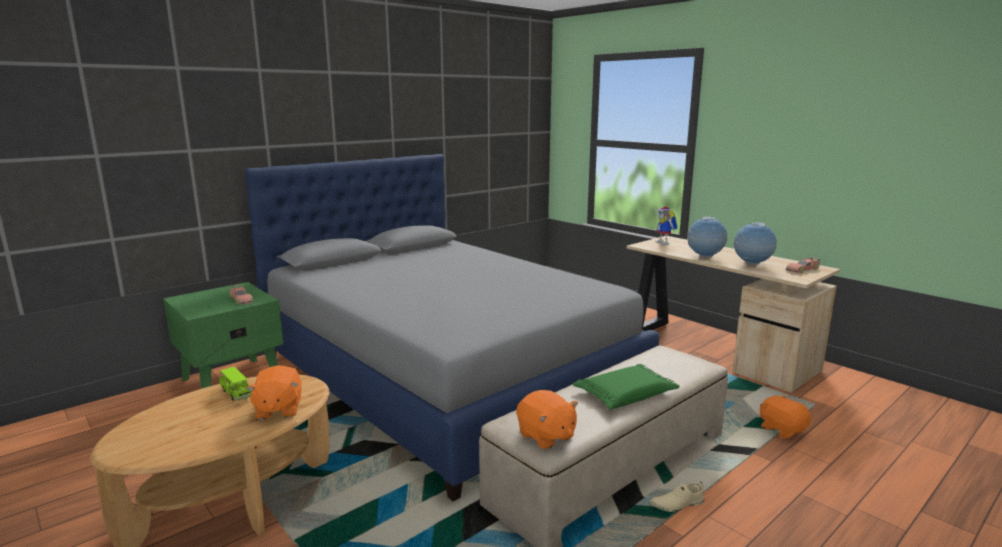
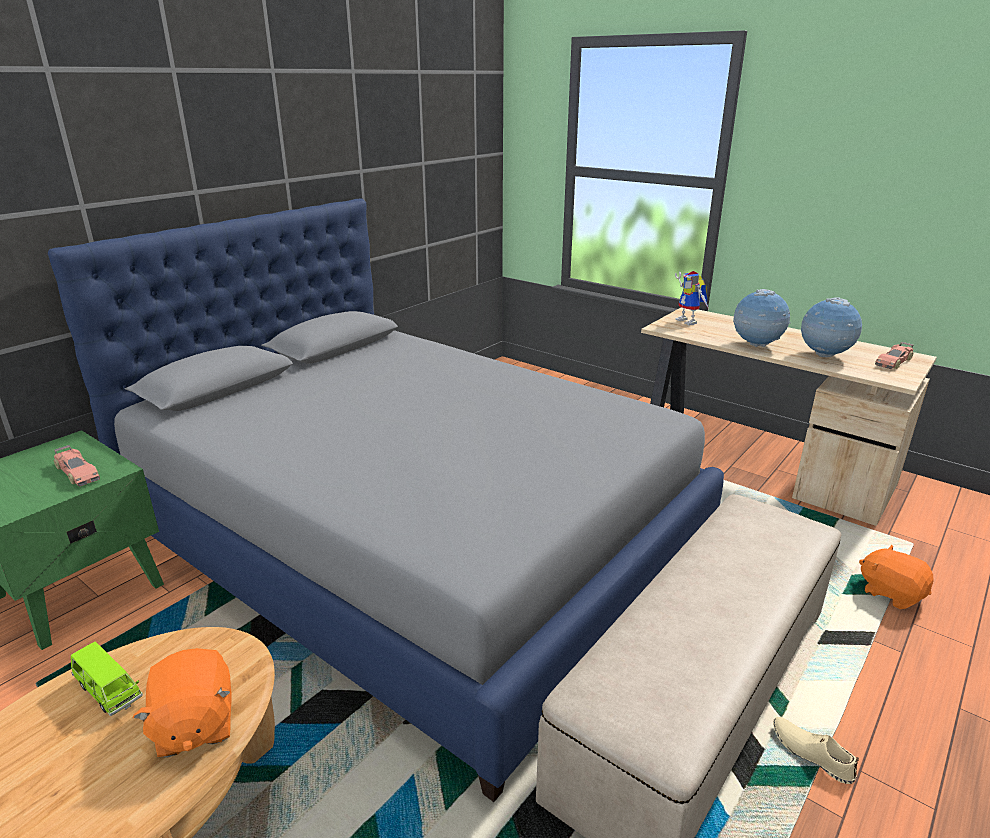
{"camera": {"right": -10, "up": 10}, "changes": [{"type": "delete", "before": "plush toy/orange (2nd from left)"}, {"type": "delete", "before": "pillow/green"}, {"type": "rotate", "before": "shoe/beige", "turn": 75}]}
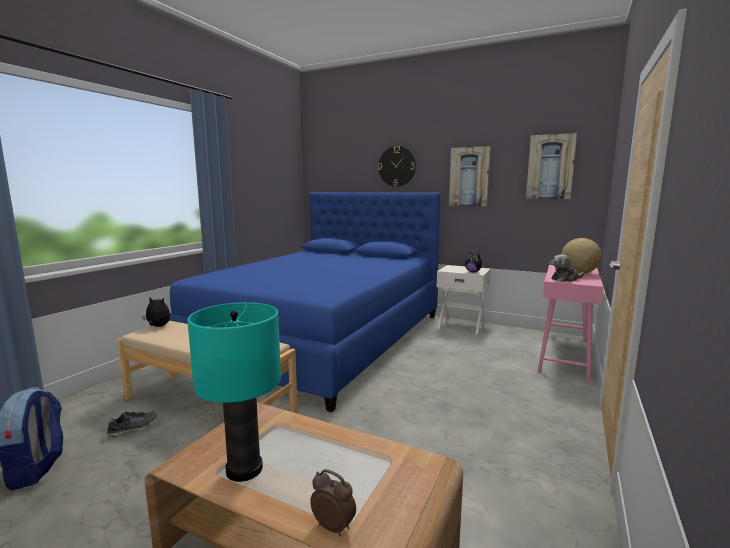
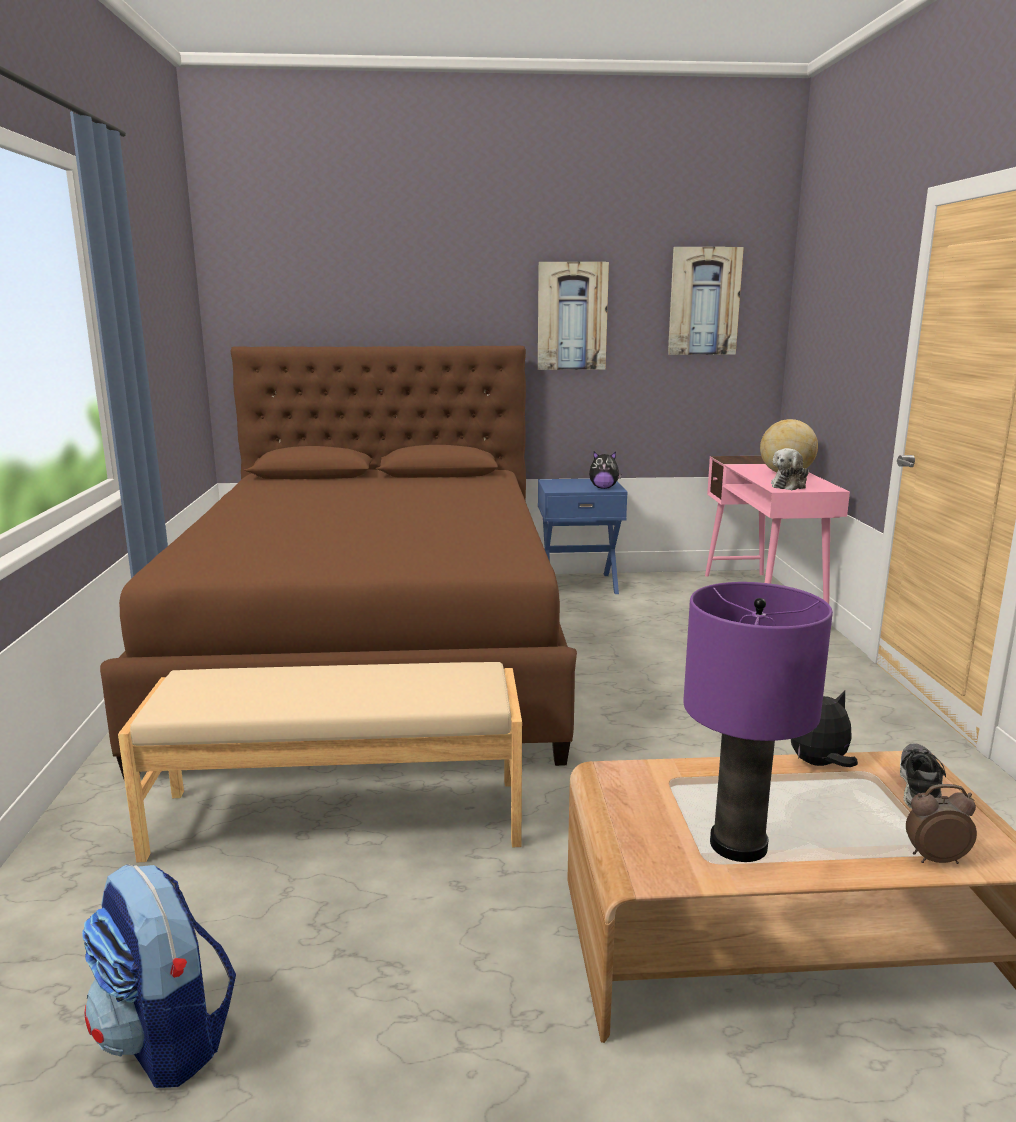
{"camera": {"right": -30, "up": 5}, "changes": [{"type": "delete", "before": "wall clock"}, {"type": "move", "before": "shoe"}, {"type": "move", "before": "plush toy (1st from left in the first image)", "after": "plush toy (3rd from left)"}, {"type": "recolor", "before": "bed/blue", "after": "bed/brown"}, {"type": "recolor", "before": "table lamp/turquoise", "after": "table lamp/purple"}, {"type": "recolor", "before": "nightstand/white", "after": "nightstand/blue"}]}
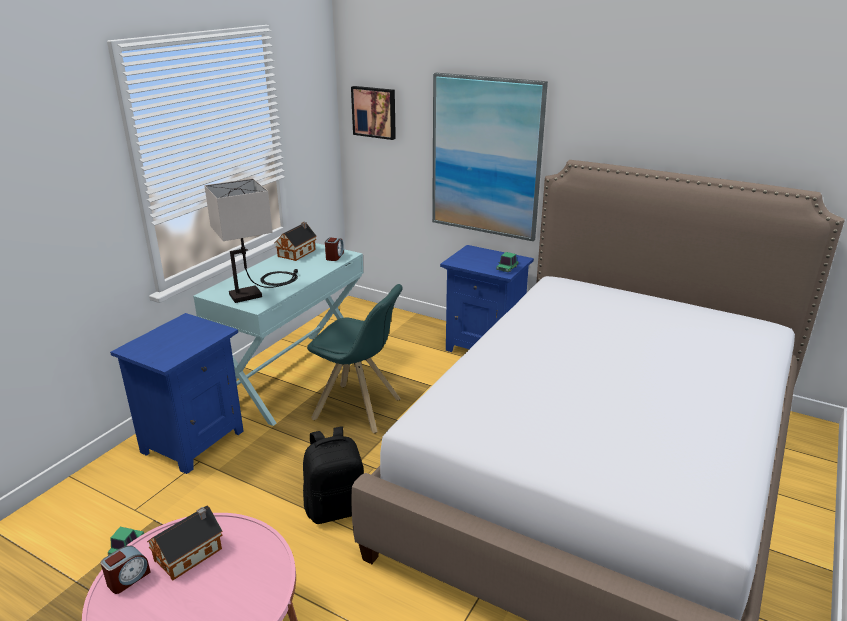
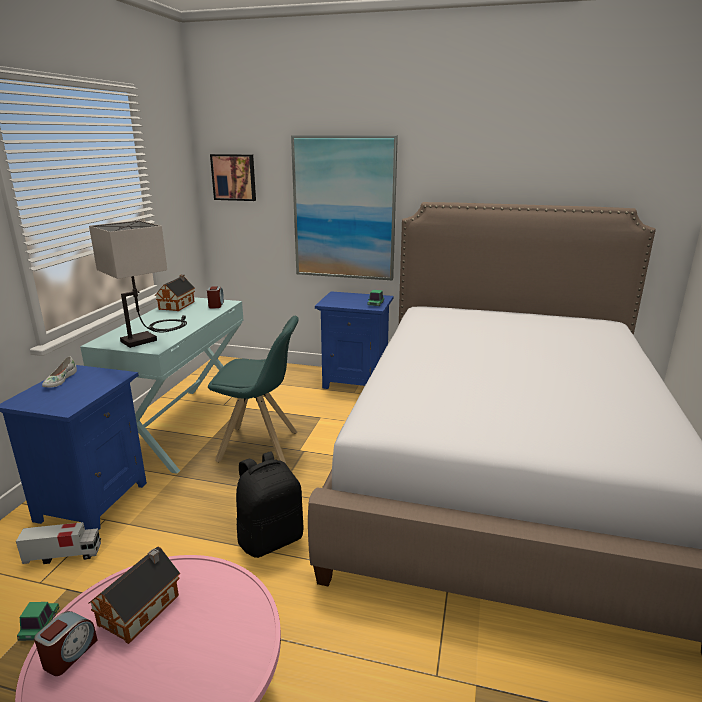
{"camera": {"right": -15, "up": -5}, "changes": [{"type": "insert", "after": "toy truck"}, {"type": "insert", "after": "shoe/white"}]}
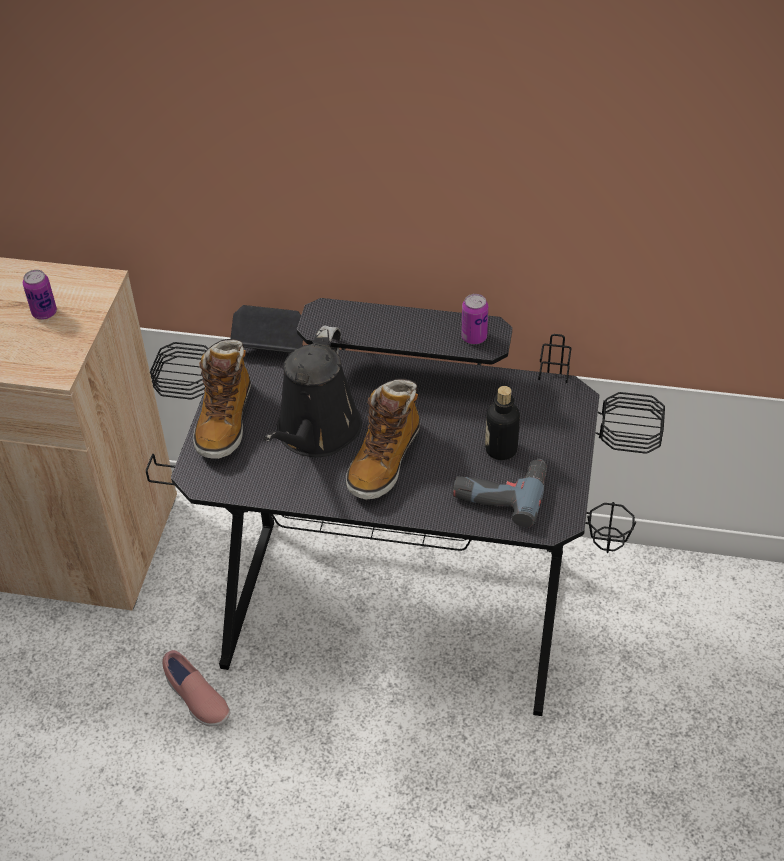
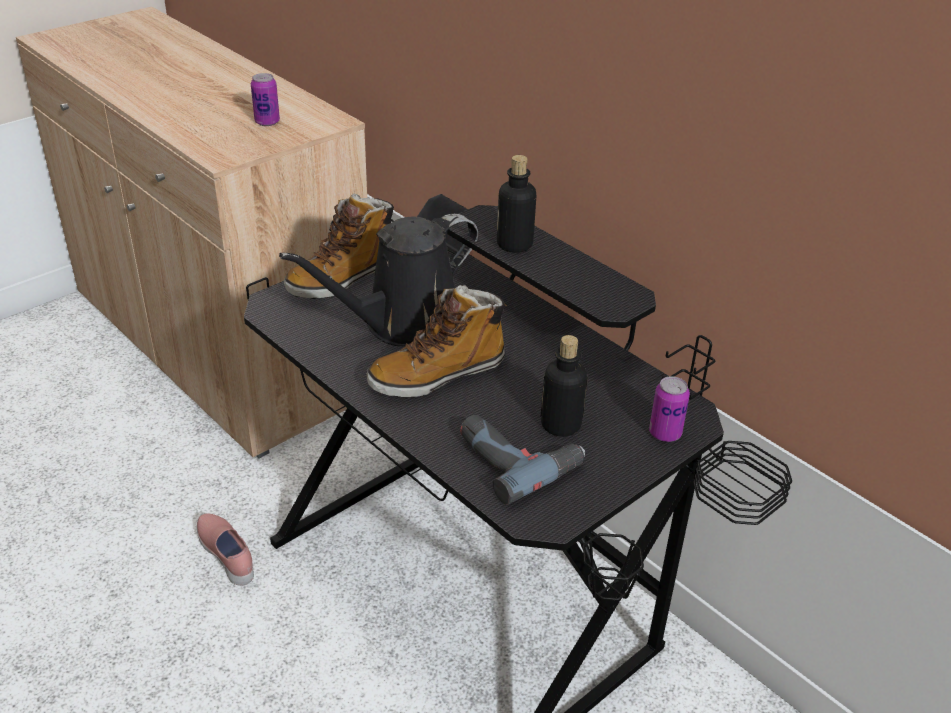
{"camera": {"right": 35, "up": -10}, "changes": [{"type": "insert", "after": "bottle (1st from left)"}, {"type": "move", "before": "can (2nd from left)"}, {"type": "rotate", "before": "shoe/pink", "turn": 150}]}
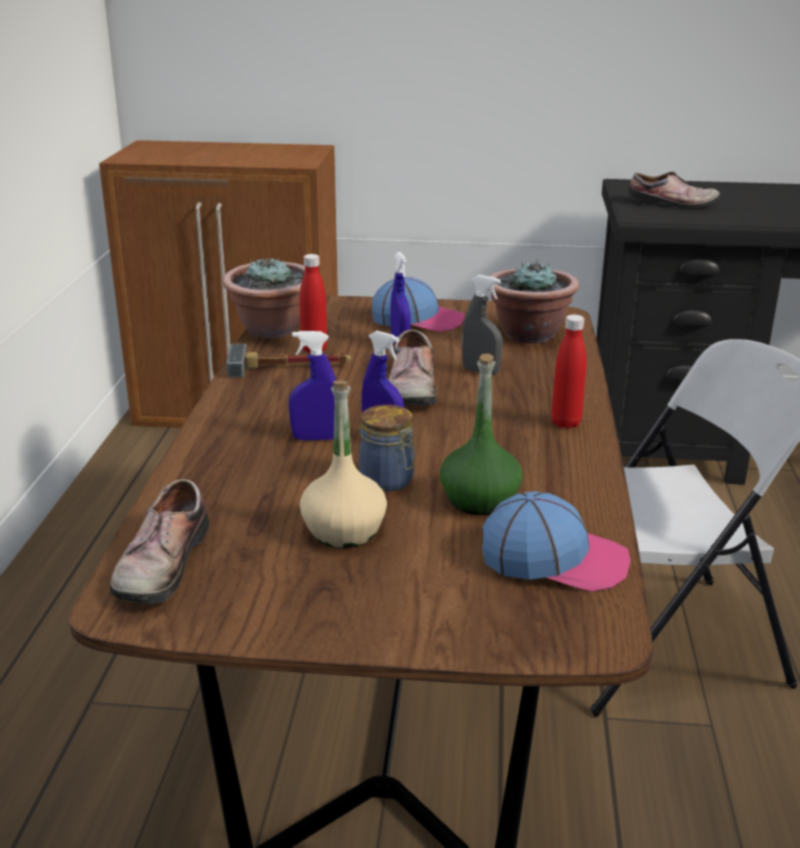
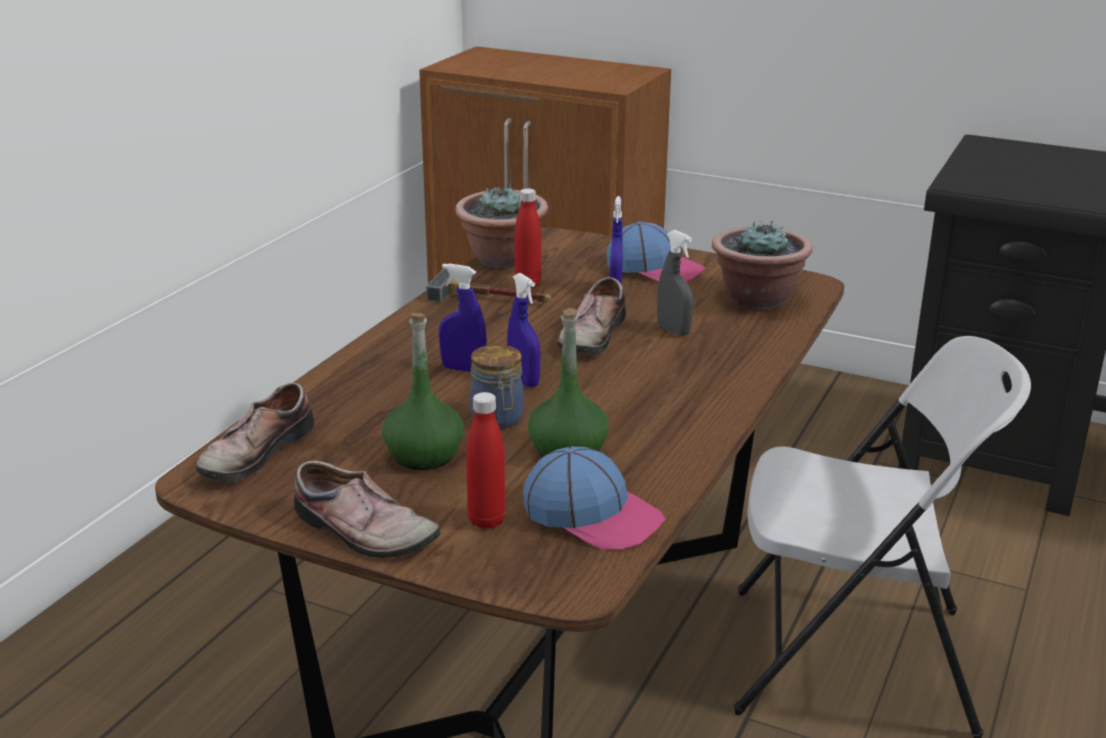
{"camera": {"right": 20, "up": 0}, "changes": [{"type": "move", "before": "bottle/red (2nd from left in the first image)", "after": "bottle/red (1st from left)"}, {"type": "move", "before": "shoe (3rd from left in the first image)", "after": "shoe (2nd from left)"}, {"type": "recolor", "before": "bottle/beige", "after": "bottle/green (1st from left)"}]}
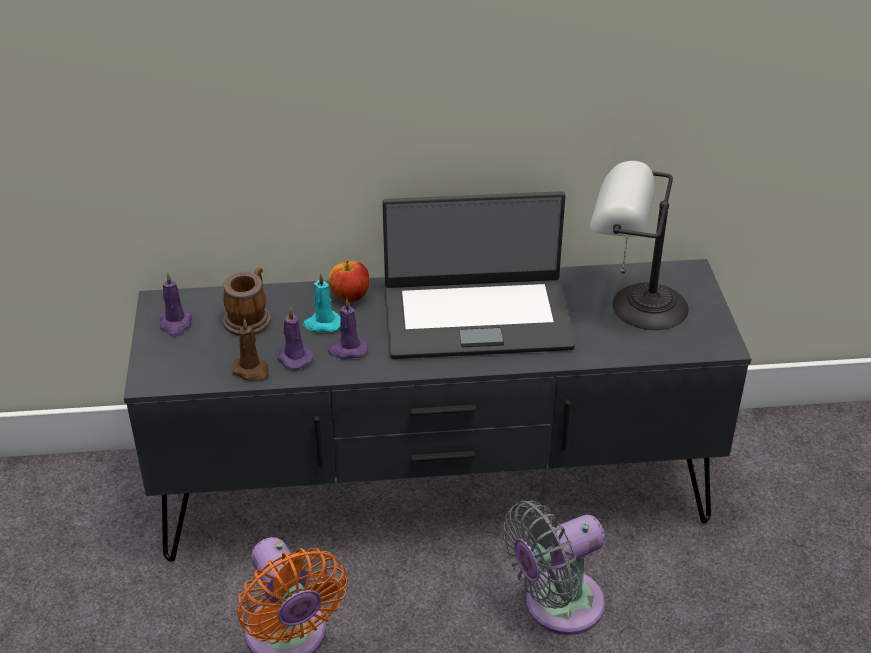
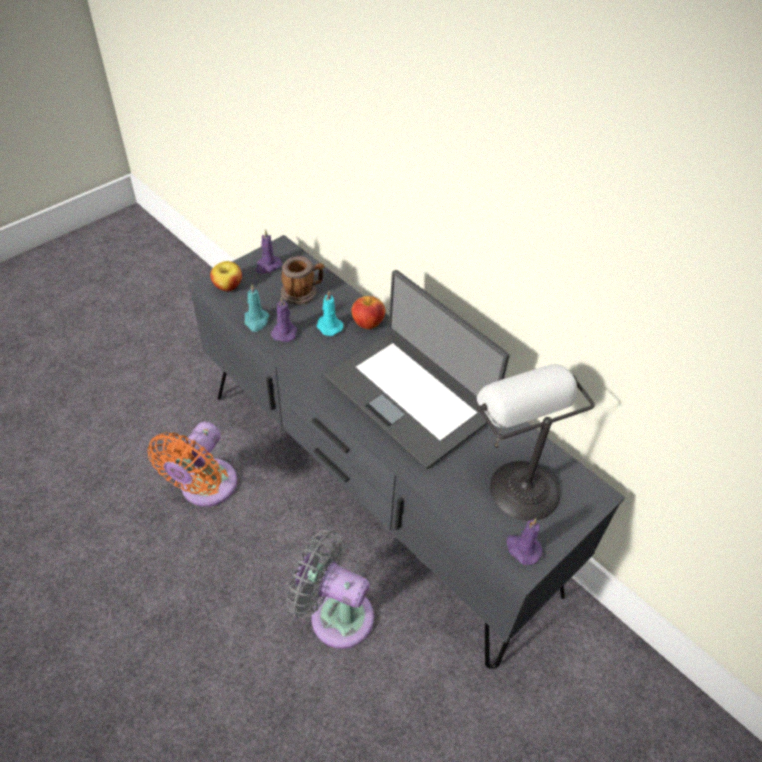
{"camera": {"right": 50, "up": 10}, "changes": [{"type": "insert", "after": "apple (1st from left)"}, {"type": "move", "before": "candle/purple (3rd from left)"}, {"type": "recolor", "before": "candle/brown", "after": "candle/turquoise (1st from left)"}]}
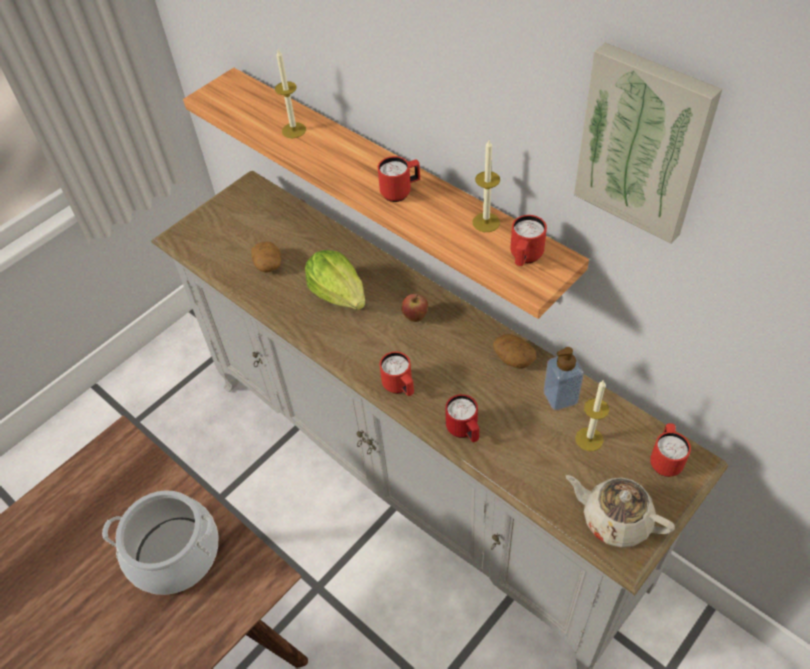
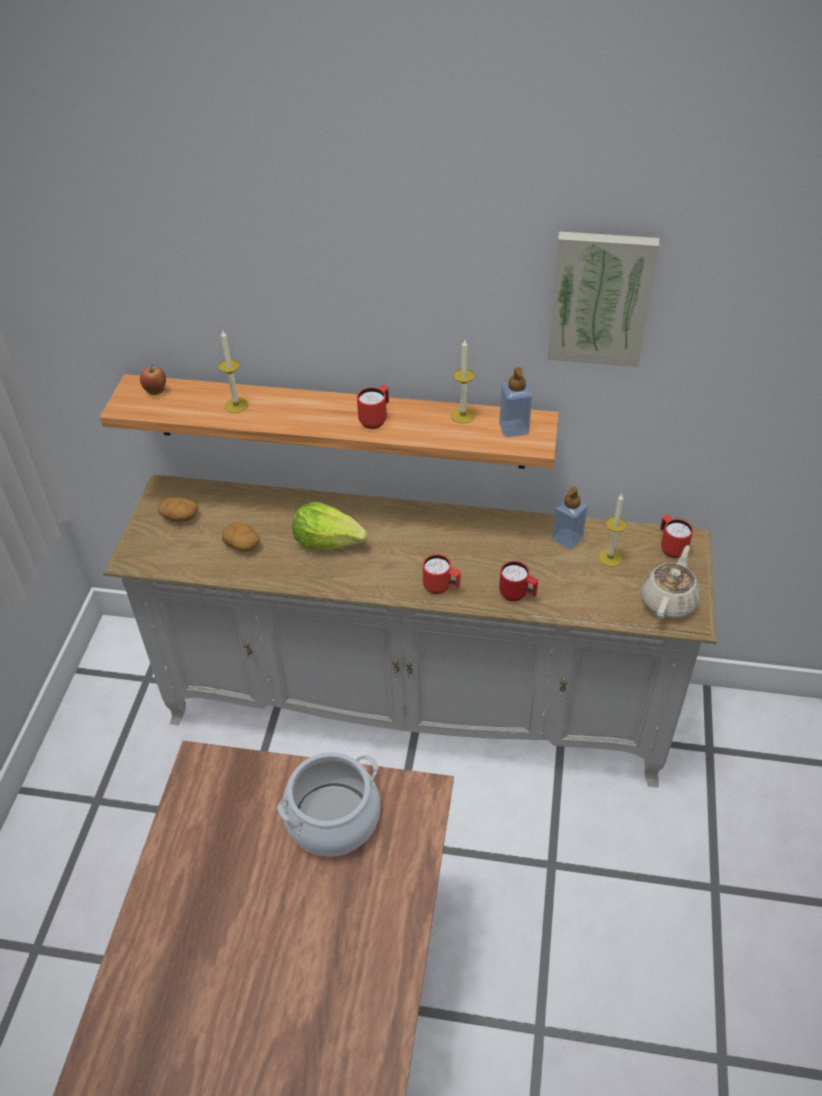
{"camera": {"right": -35, "up": -5}, "changes": [{"type": "move", "before": "apple"}, {"type": "move", "before": "potato (2nd from left in the first image)", "after": "potato (1st from left)"}, {"type": "replace", "before": "mug/red (4th from left)", "after": "soap dispenser (1st from left)"}, {"type": "rotate", "before": "teapot/beige", "turn": 120}]}
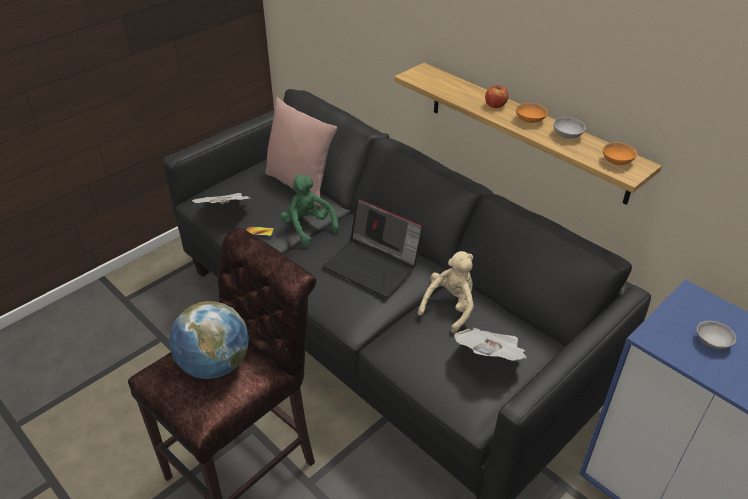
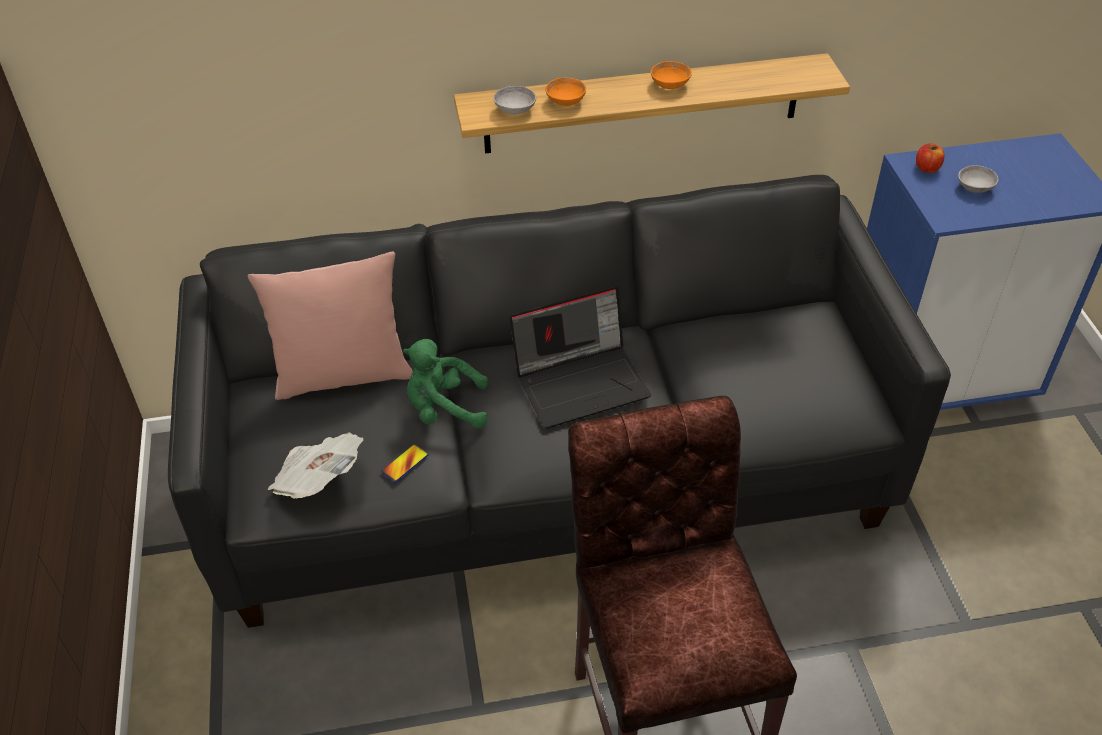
{"camera": {"right": -55, "up": 5}, "changes": [{"type": "delete", "before": "globe"}, {"type": "delete", "before": "plush toy/beige"}, {"type": "delete", "before": "newspaper (2nd from left)"}, {"type": "move", "before": "apple"}, {"type": "move", "before": "bowl/grey (1st from left)"}, {"type": "move", "before": "bowl/orange (2nd from left in the first image)", "after": "bowl/orange (1st from left)"}]}
